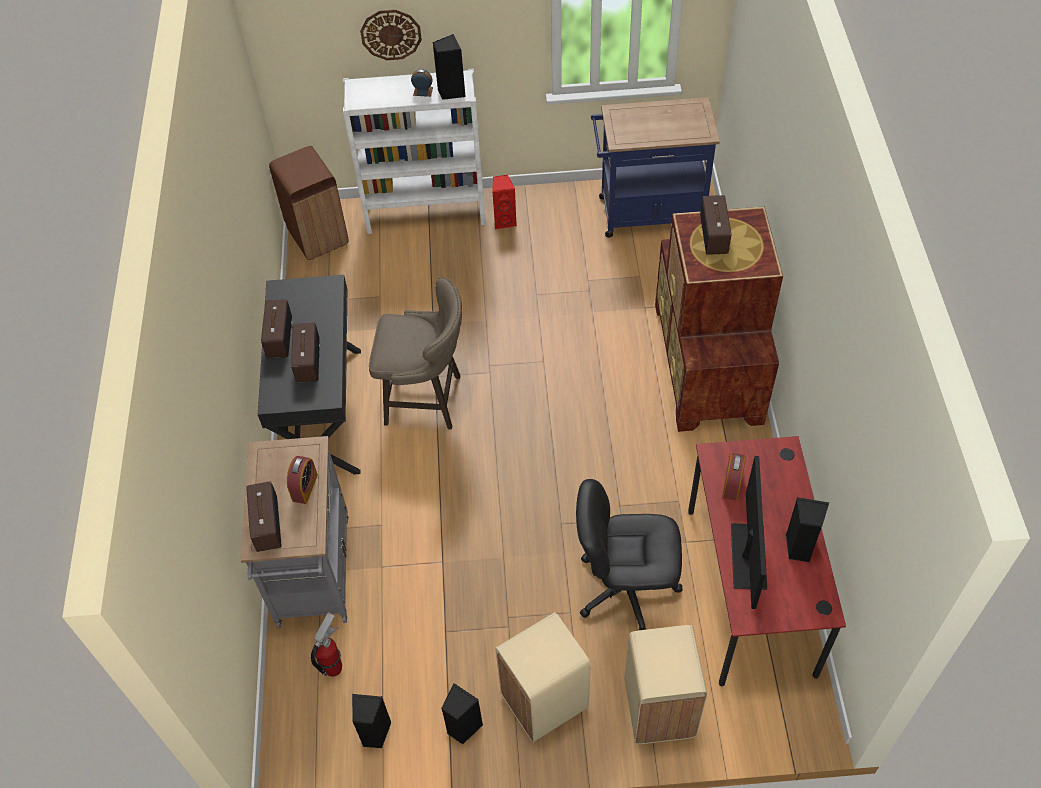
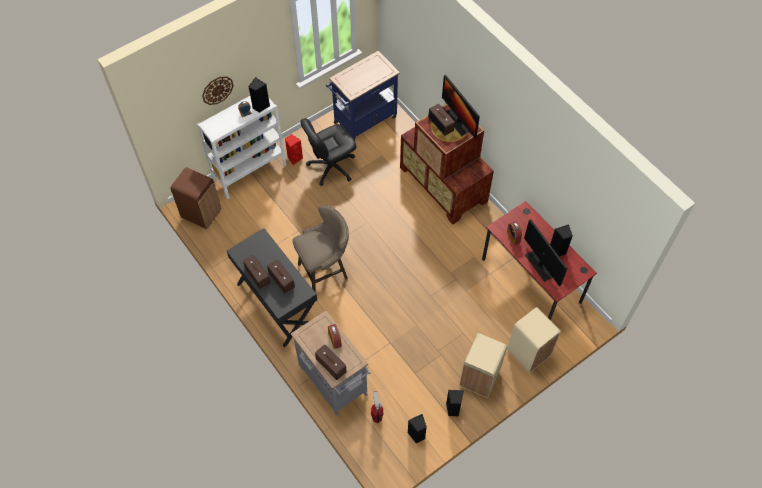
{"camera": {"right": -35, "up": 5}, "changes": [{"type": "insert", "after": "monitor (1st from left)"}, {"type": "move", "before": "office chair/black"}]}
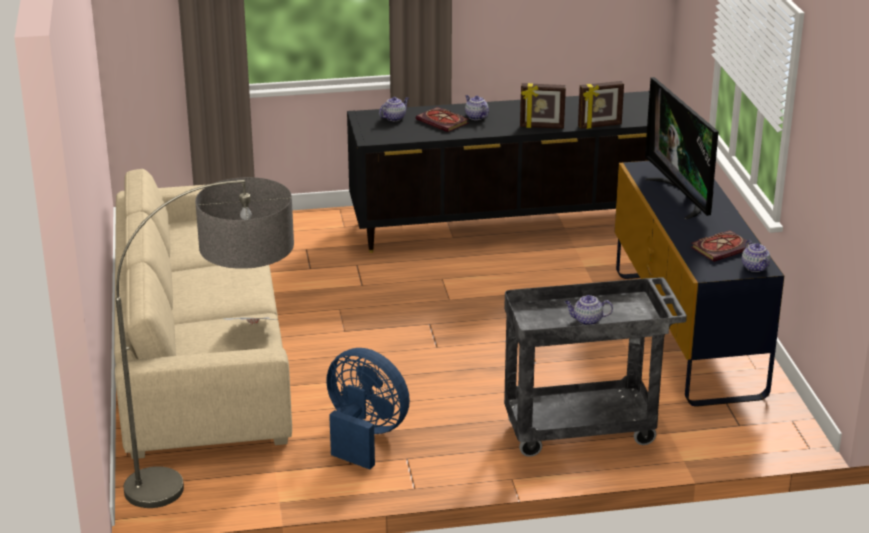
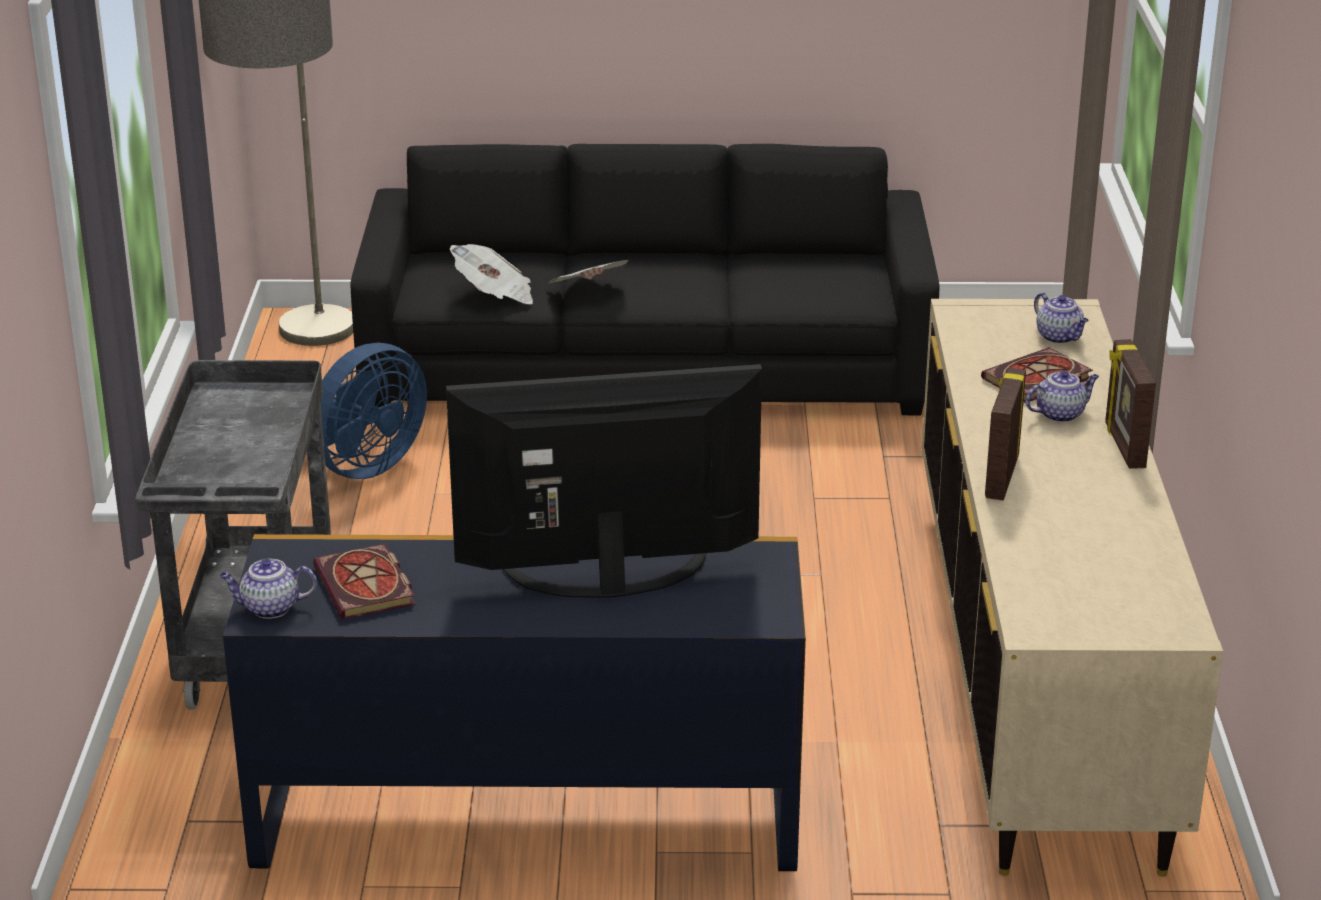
{"camera": {"right": 100, "up": 0}, "changes": [{"type": "delete", "before": "teapot (3rd from left)"}, {"type": "insert", "after": "newspaper (2nd from left)"}, {"type": "move", "before": "picture frame (2nd from left)"}, {"type": "recolor", "before": "sofa/beige", "after": "sofa/black"}, {"type": "recolor", "before": "cabinet/black", "after": "cabinet/beige"}]}
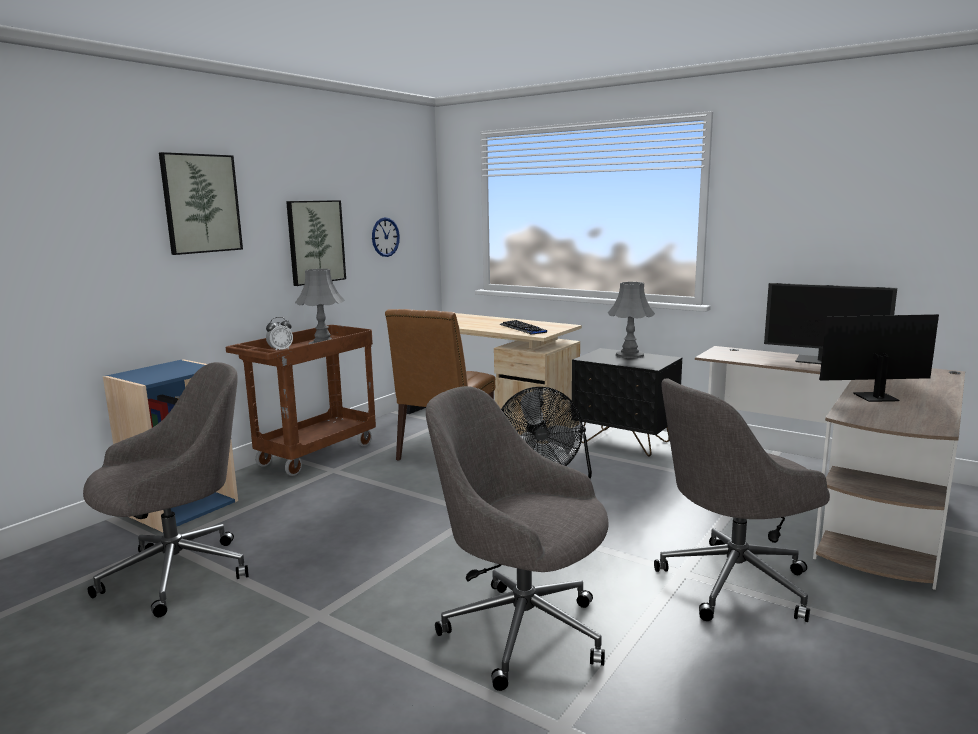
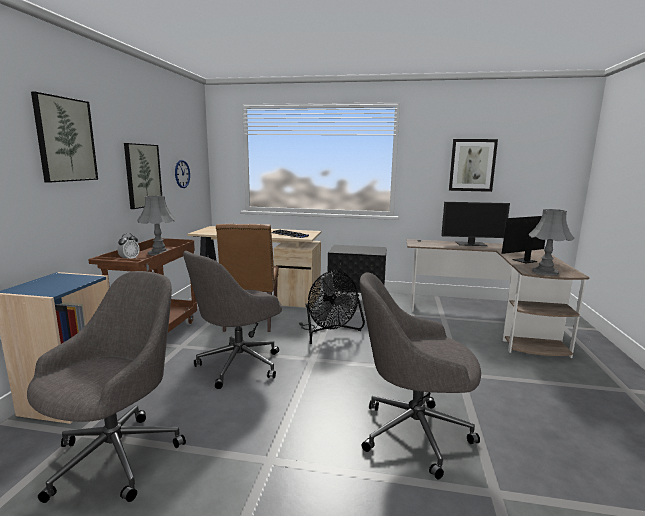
{"camera": {"right": -25, "up": 0}, "changes": [{"type": "insert", "after": "picture (3rd from left)"}, {"type": "move", "before": "table lamp/grey (2nd from left)"}, {"type": "move", "before": "office chair/grey (3rd from left in the first image)", "after": "office chair/grey (2nd from left)"}]}
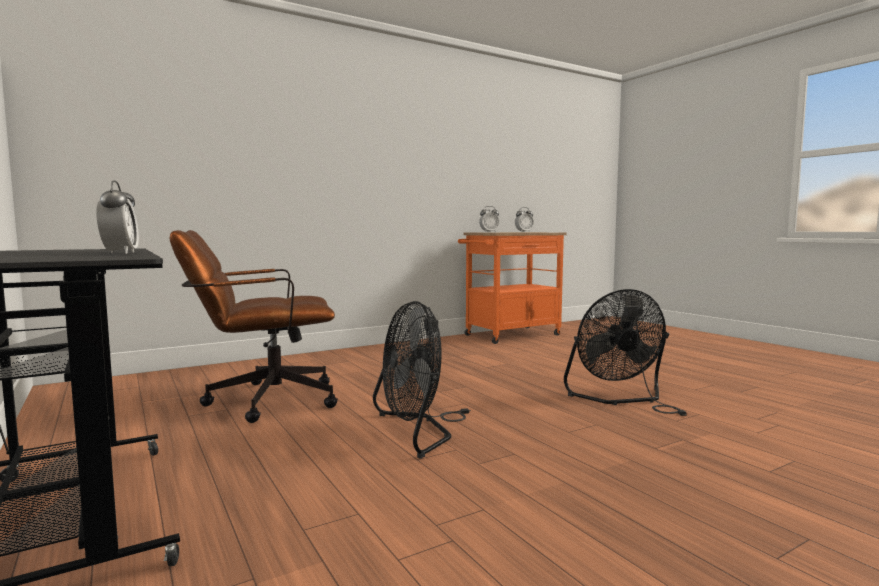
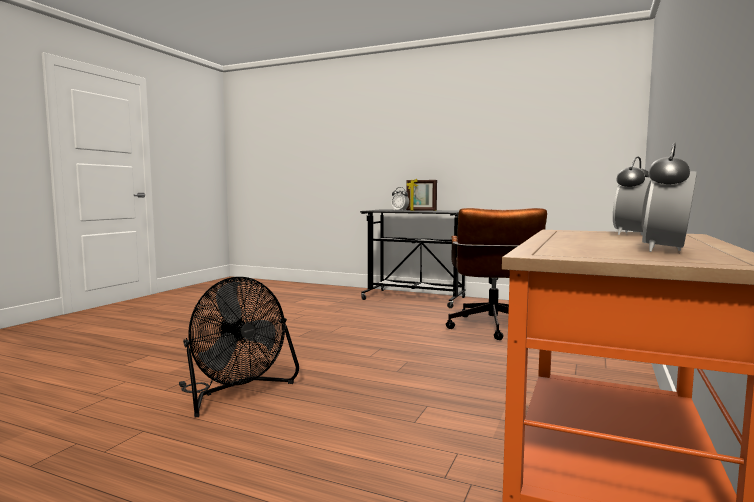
{"camera": {"right": 145, "up": 0}, "changes": [{"type": "delete", "before": "fan/black (1st from left)"}, {"type": "insert", "after": "picture frame"}, {"type": "rotate", "before": "office chair/brown", "turn": 150}]}
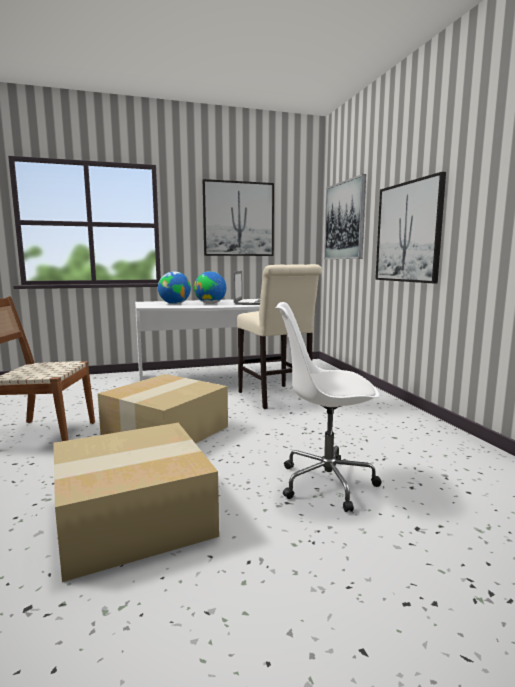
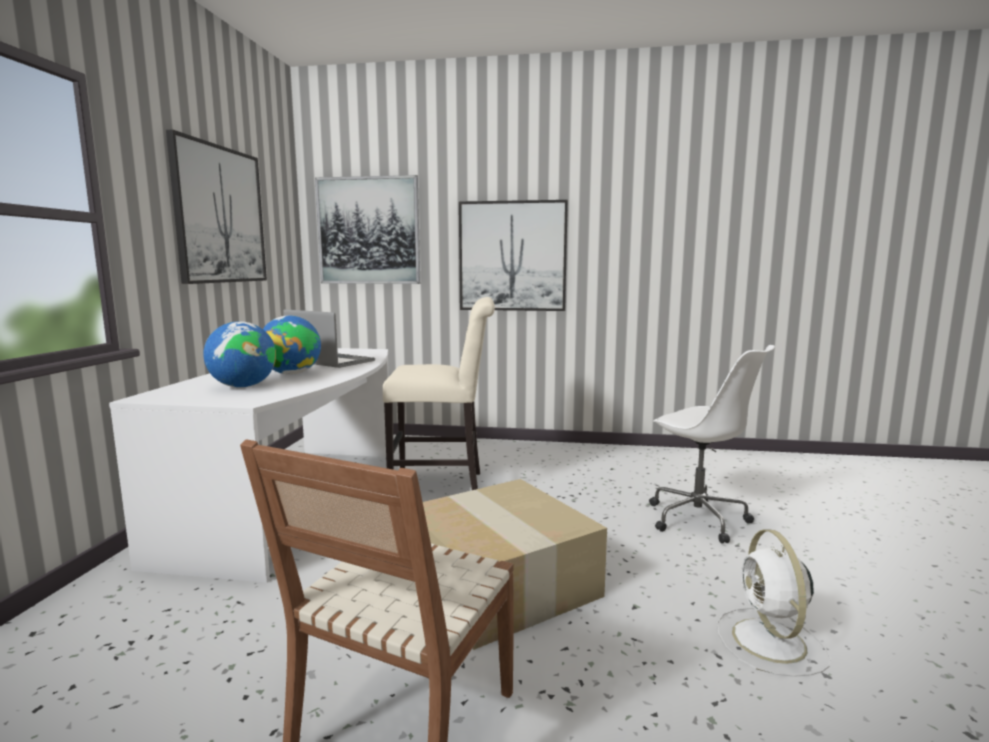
{"camera": {"right": -65, "up": 0}, "changes": [{"type": "replace", "before": "cardboard box (1st from left)", "after": "fan/white"}, {"type": "rotate", "before": "office chair/white", "turn": -75}]}
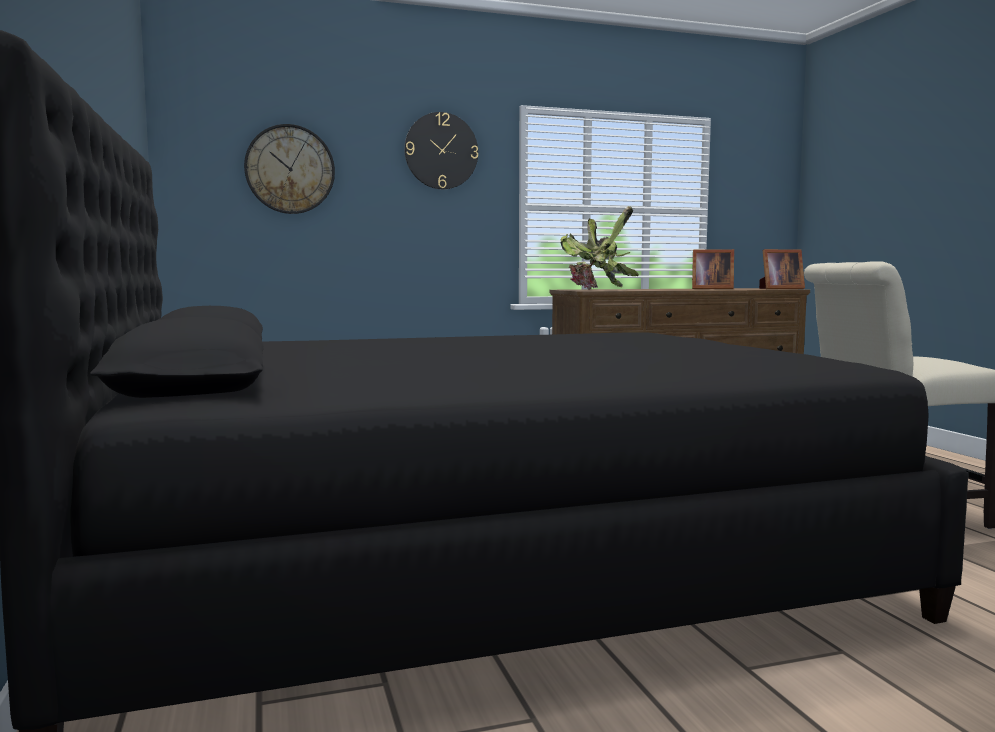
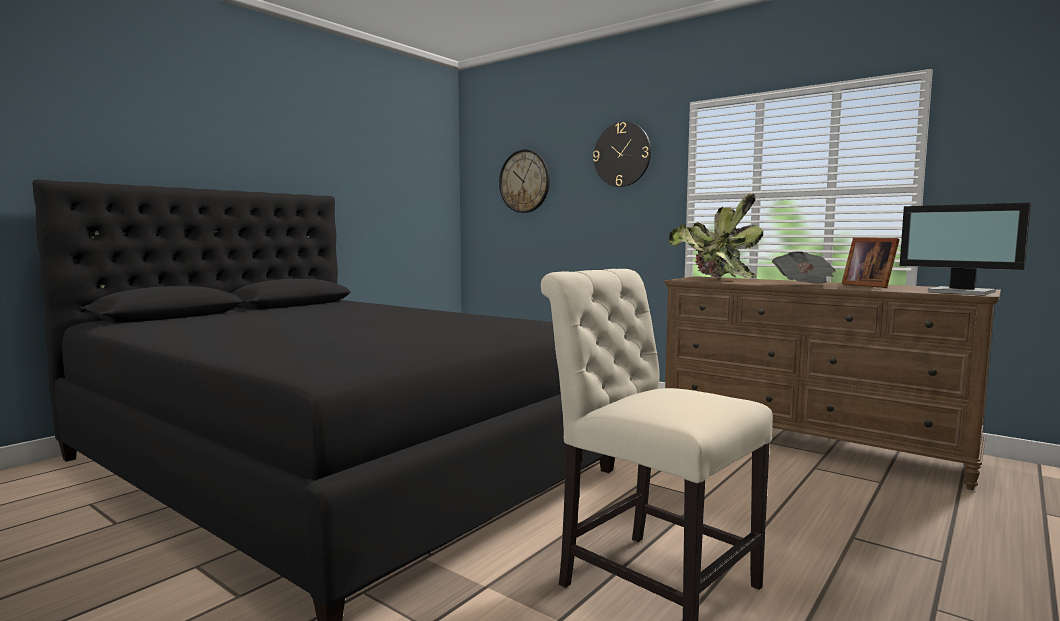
{"camera": {"right": 55, "up": 0}, "changes": [{"type": "insert", "after": "newspaper"}, {"type": "replace", "before": "picture frame (2nd from left)", "after": "monitor"}]}
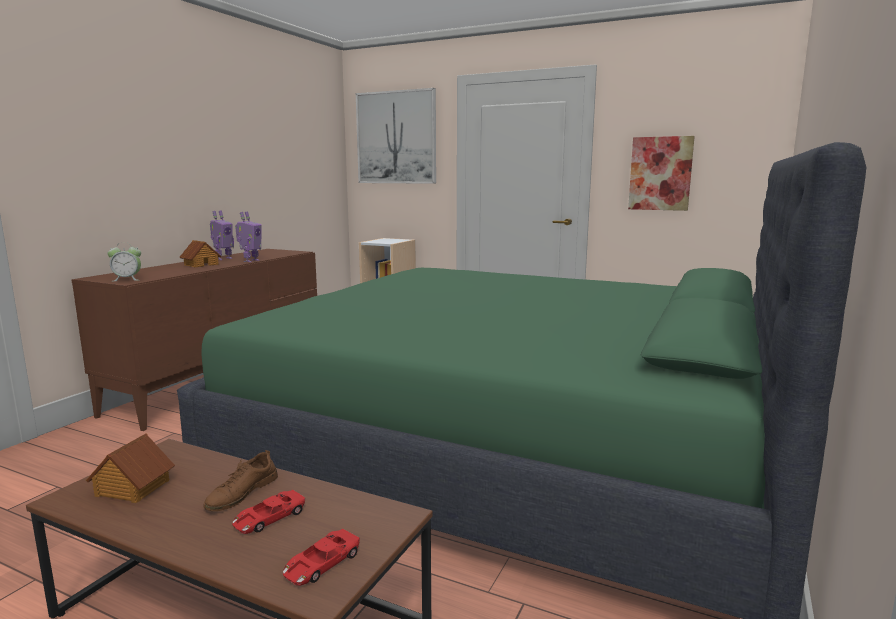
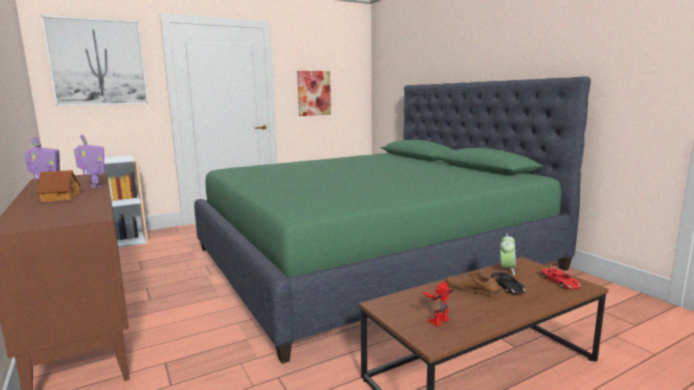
{"camera": {"right": -55, "up": 0}, "changes": [{"type": "move", "before": "alarm clock"}, {"type": "replace", "before": "toy house (1st from left)", "after": "toy robot (3rd from left)"}, {"type": "recolor", "before": "toy car/red (1st from left)", "after": "toy car/black"}, {"type": "rotate", "before": "shoe/brown", "turn": 150}]}
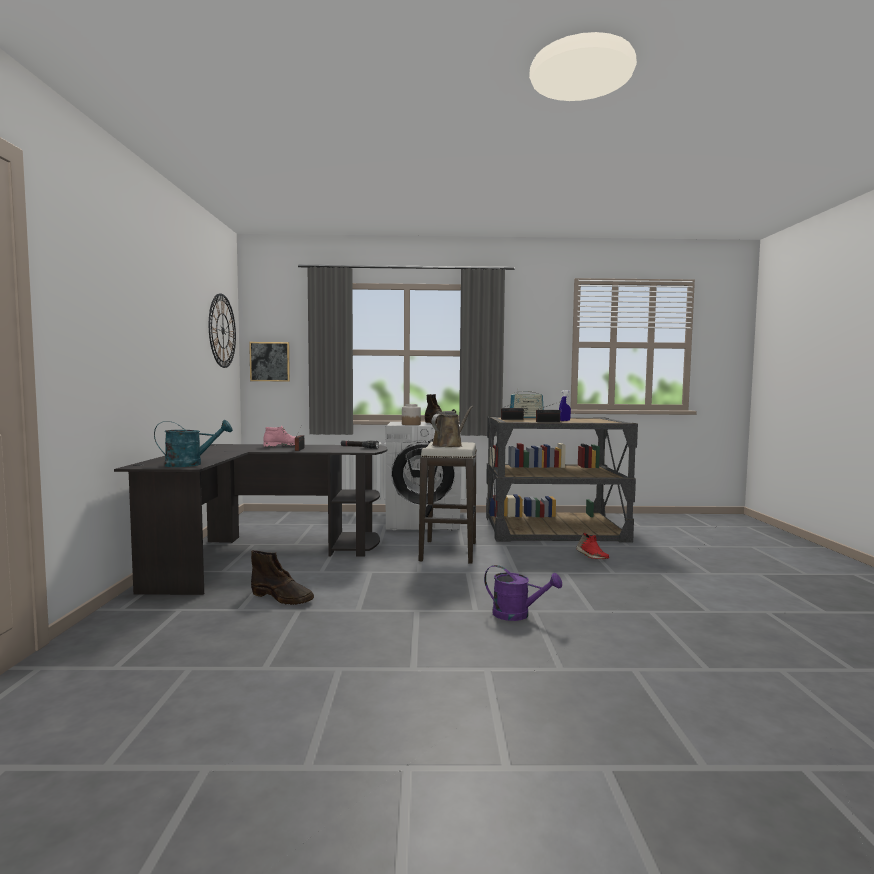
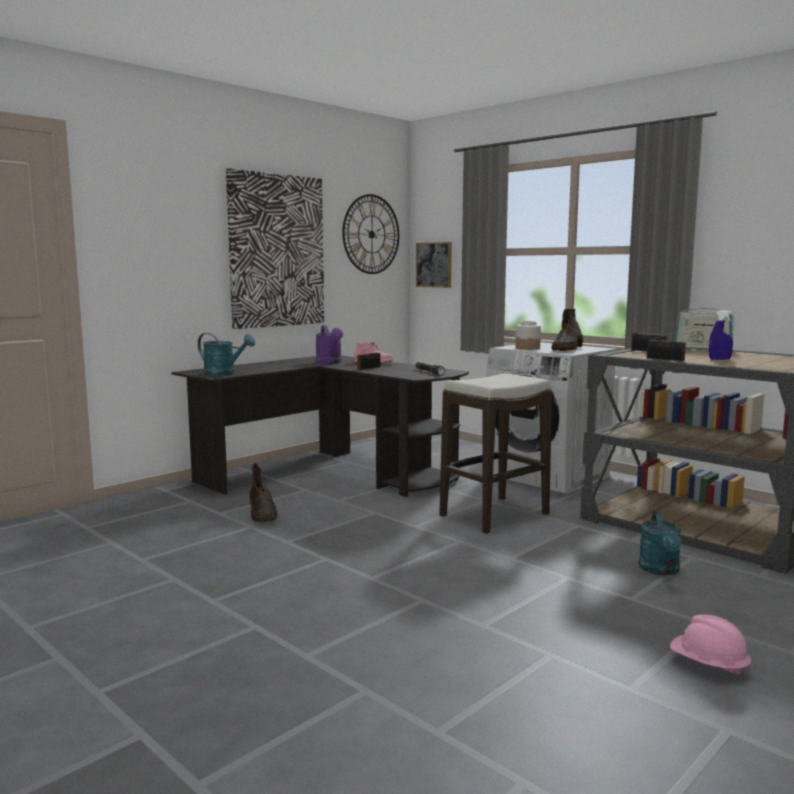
{"camera": {"right": 45, "up": 5}, "changes": [{"type": "delete", "before": "watering can/brown"}, {"type": "insert", "after": "picture (1st from left)"}, {"type": "insert", "after": "hard hat/pink"}, {"type": "move", "before": "watering can/purple"}, {"type": "replace", "before": "shoe/red", "after": "watering can/turquoise (2nd from left)"}]}
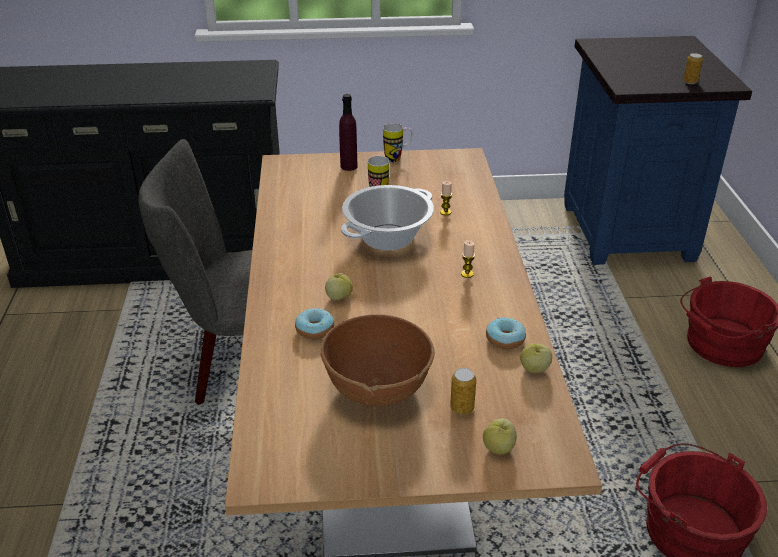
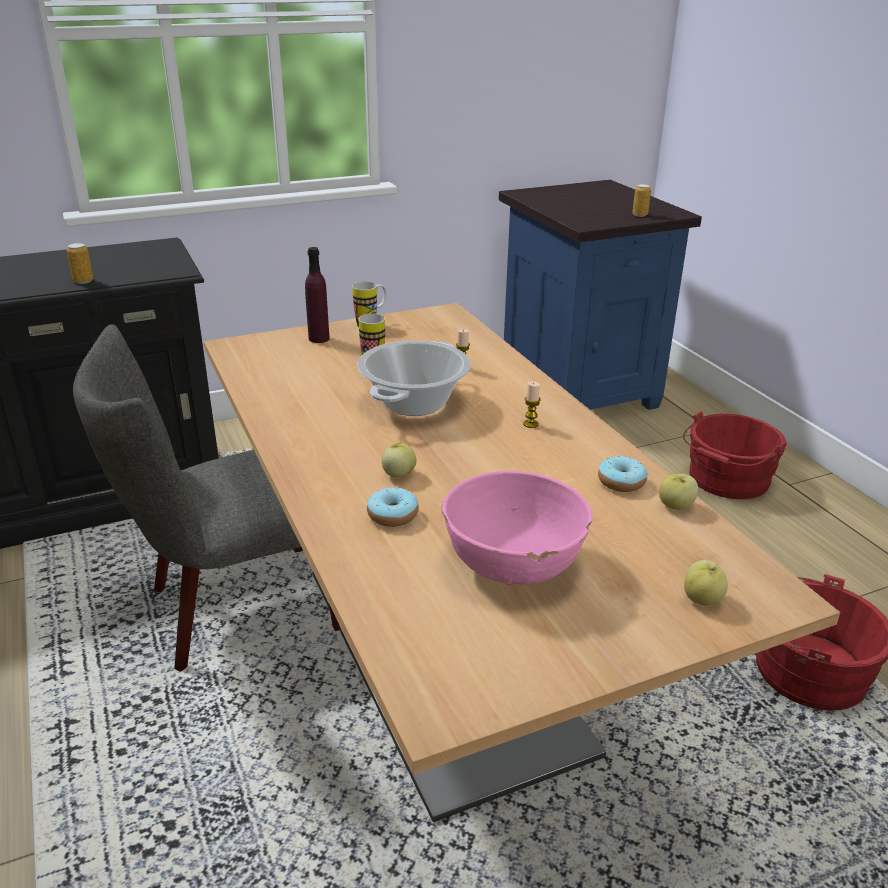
{"camera": {"right": -20, "up": -5}, "changes": [{"type": "move", "before": "can (1st from left)"}, {"type": "recolor", "before": "bowl/brown", "after": "bowl/pink"}]}
